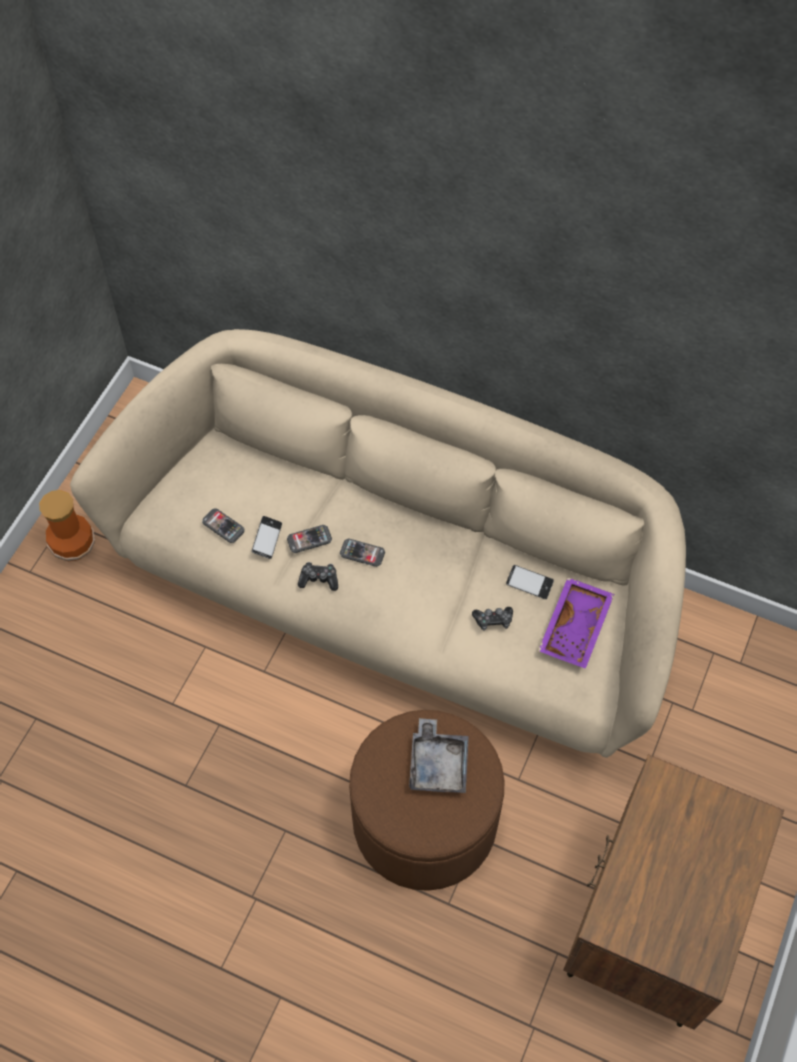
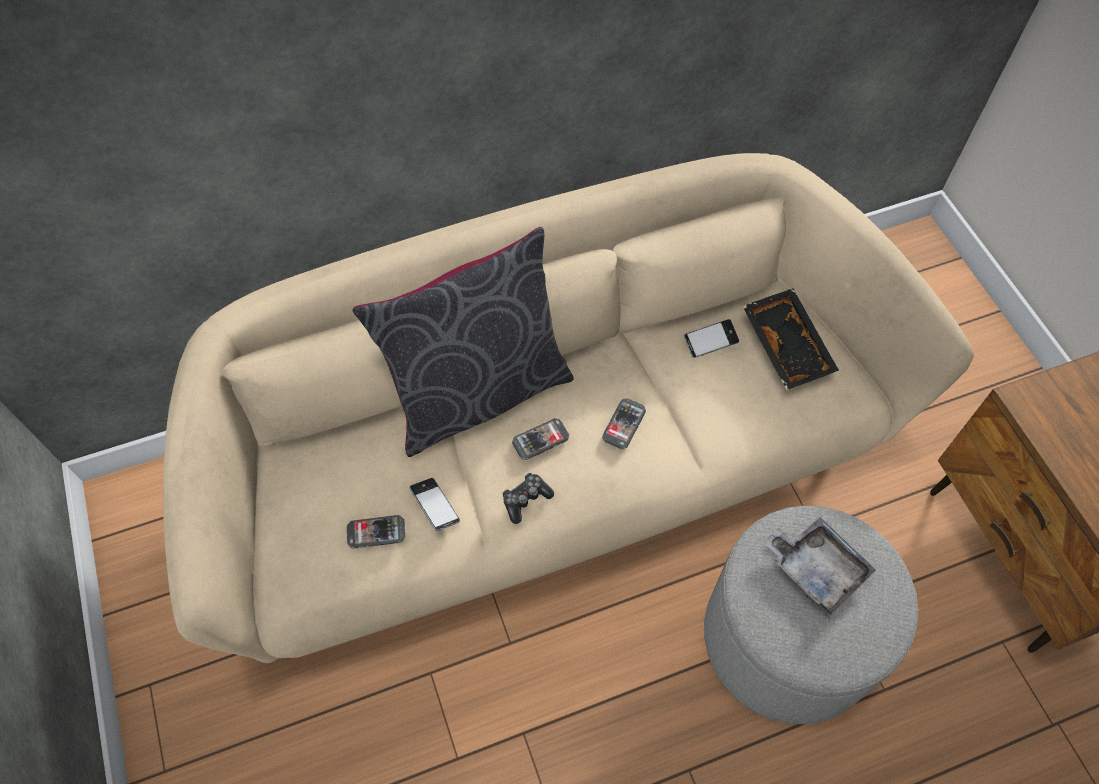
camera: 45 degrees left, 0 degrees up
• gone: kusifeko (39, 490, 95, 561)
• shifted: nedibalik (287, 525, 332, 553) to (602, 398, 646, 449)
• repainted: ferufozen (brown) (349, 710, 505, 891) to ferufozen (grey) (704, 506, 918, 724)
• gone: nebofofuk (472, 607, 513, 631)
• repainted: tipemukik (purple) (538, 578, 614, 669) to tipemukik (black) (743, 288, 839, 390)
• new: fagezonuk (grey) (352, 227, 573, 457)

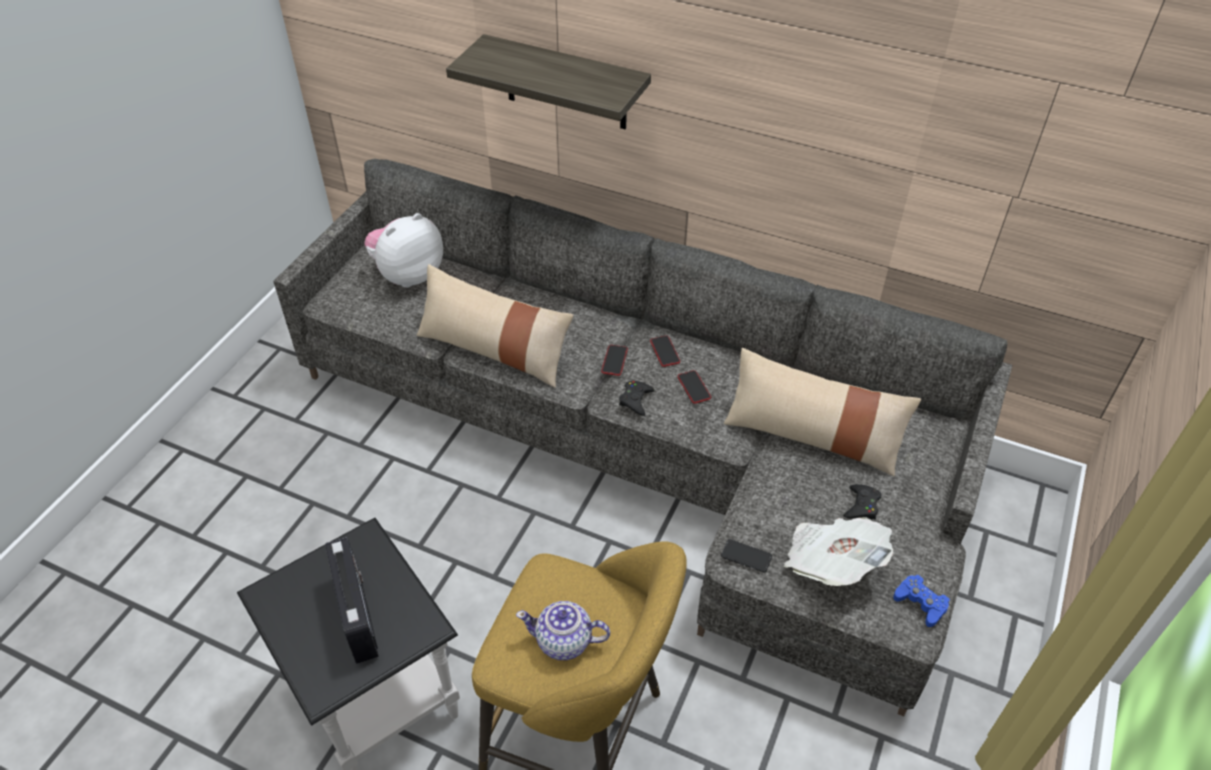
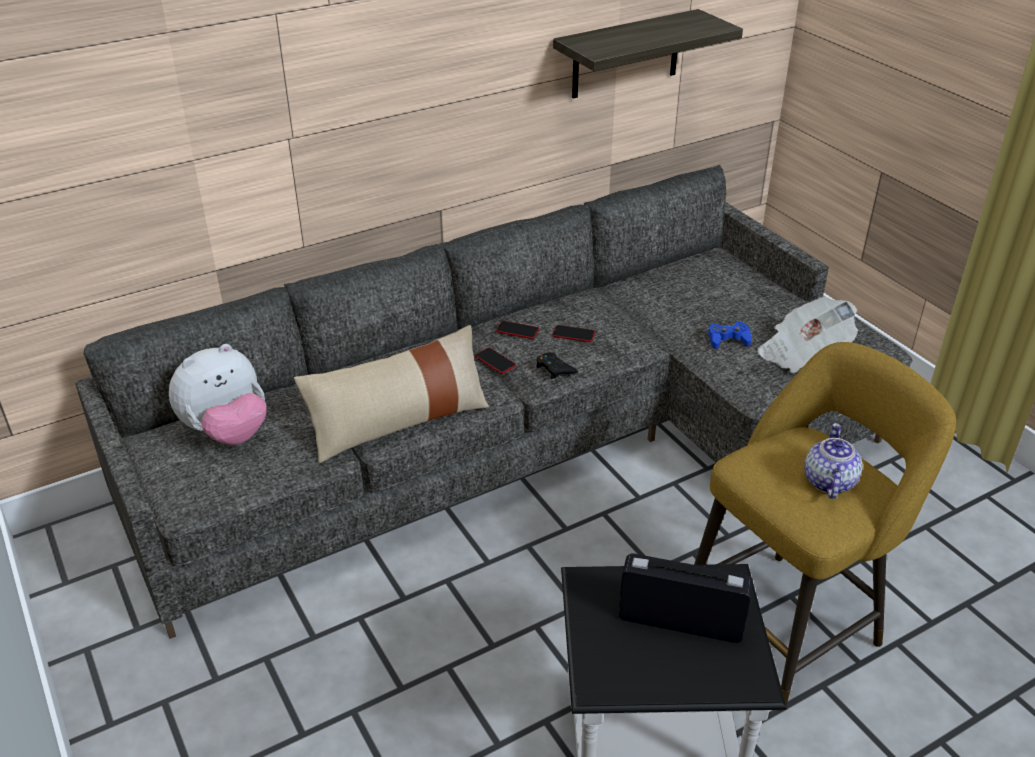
camera: 55 degrees left, 10 degrees down
• rotated: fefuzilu (364, 213, 443, 288) = (169, 344, 267, 445) 120 degrees counterclockwise
• shifted: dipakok (446, 34, 651, 129) to (553, 9, 743, 98)
• rotated: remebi (516, 601, 610, 660) = (804, 423, 863, 499) 150 degrees clockwise
• gone: nedibalik (721, 539, 772, 573)
• gone: fagezonuk (beige) (724, 348, 921, 476)
• gone: nebofofuk (black) (843, 484, 881, 519)
• shifted: nebofofuk (blue) (893, 575, 950, 627) to (708, 321, 752, 349)

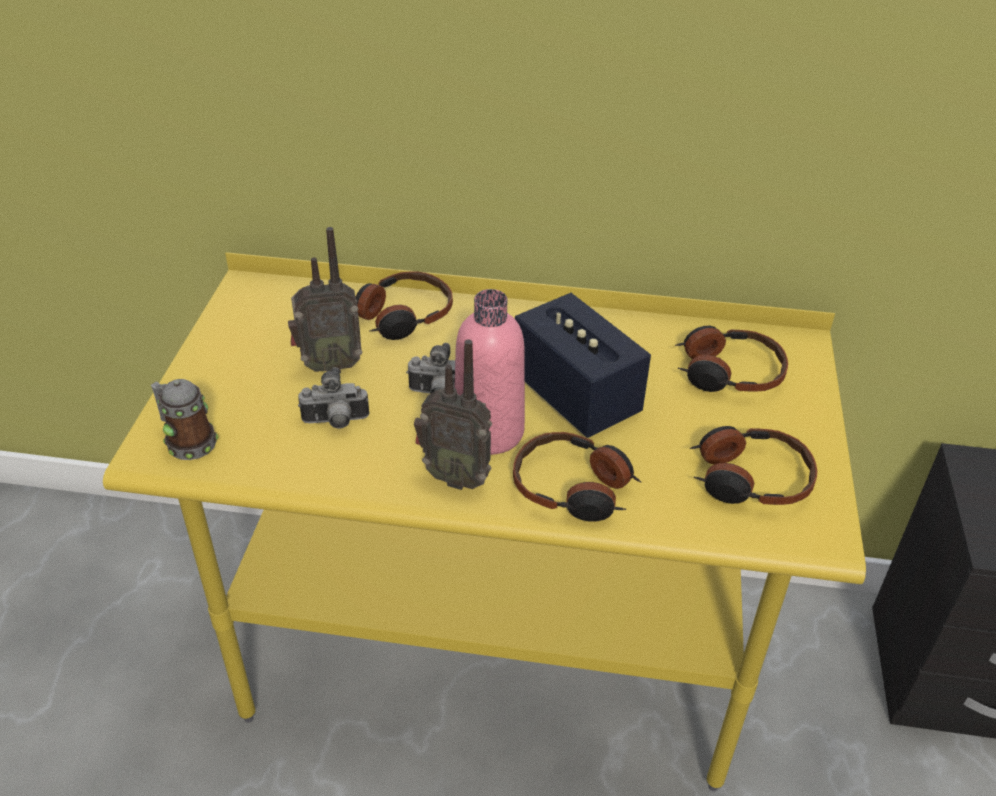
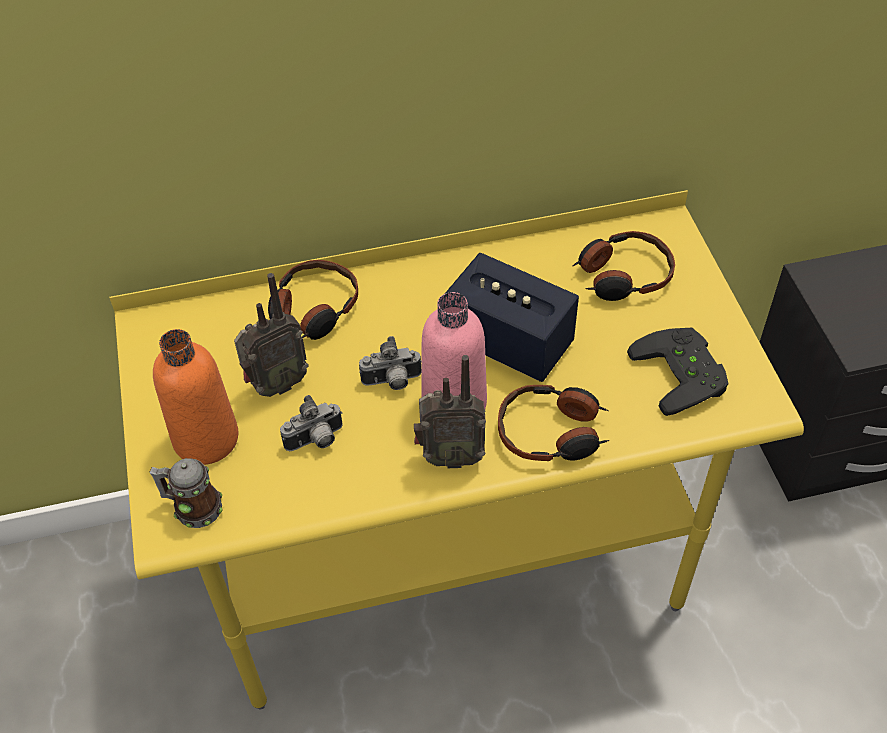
camera: 20 degrees left, 10 degrees up
• swapped: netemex (690, 426, 817, 505) to nebofofuk (black) (627, 328, 728, 416)
• new: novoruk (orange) (153, 329, 238, 465)

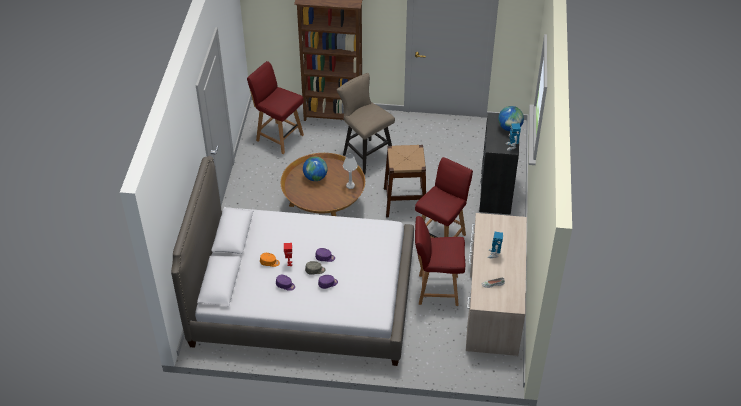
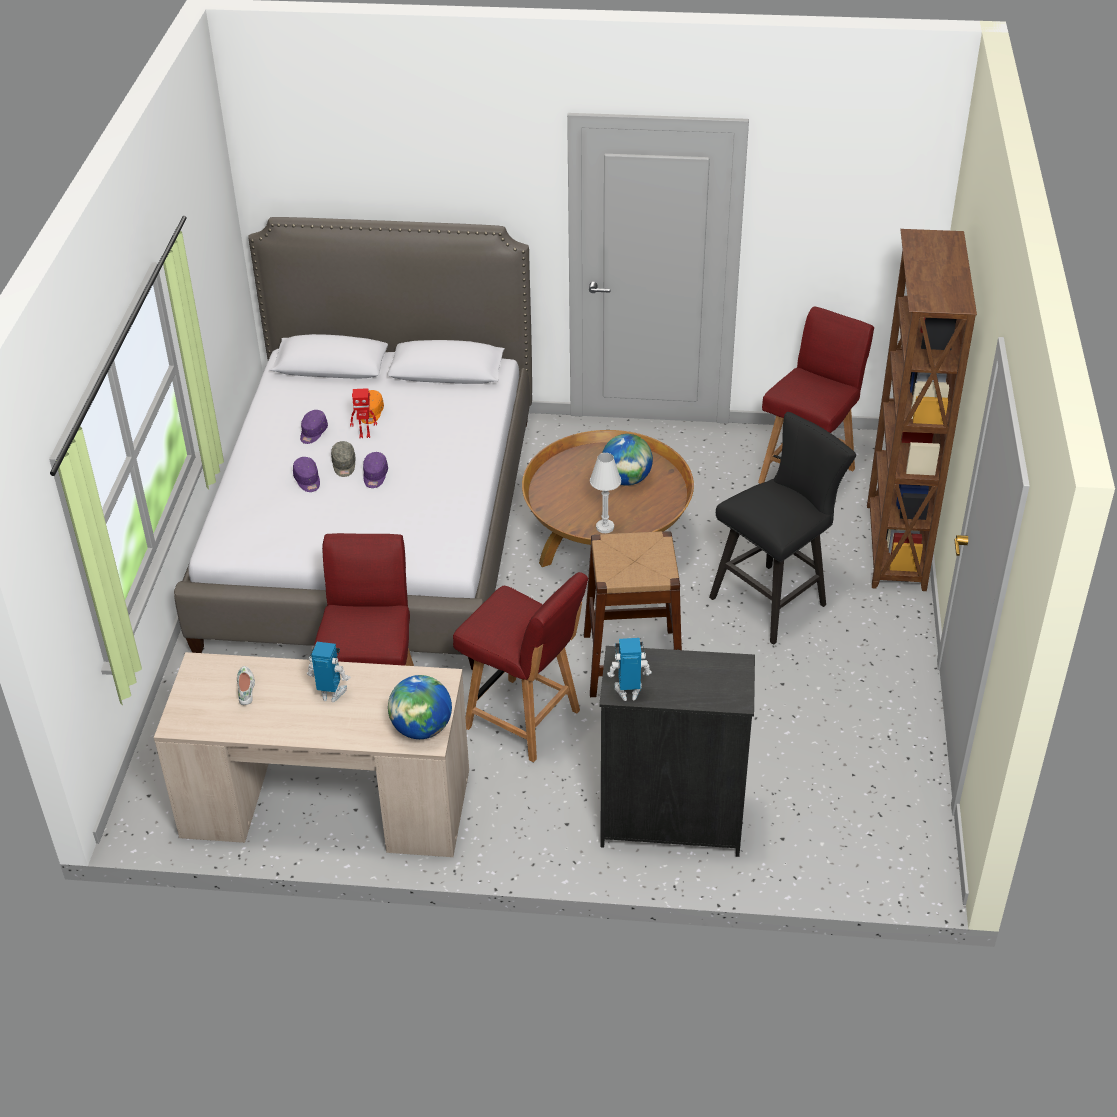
camera: 90 degrees right, 5 degrees down
• repainted: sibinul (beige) (337, 73, 395, 175) to sibinul (black) (709, 412, 856, 645)
• shifted: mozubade (498, 106, 524, 131) to (388, 675, 452, 739)

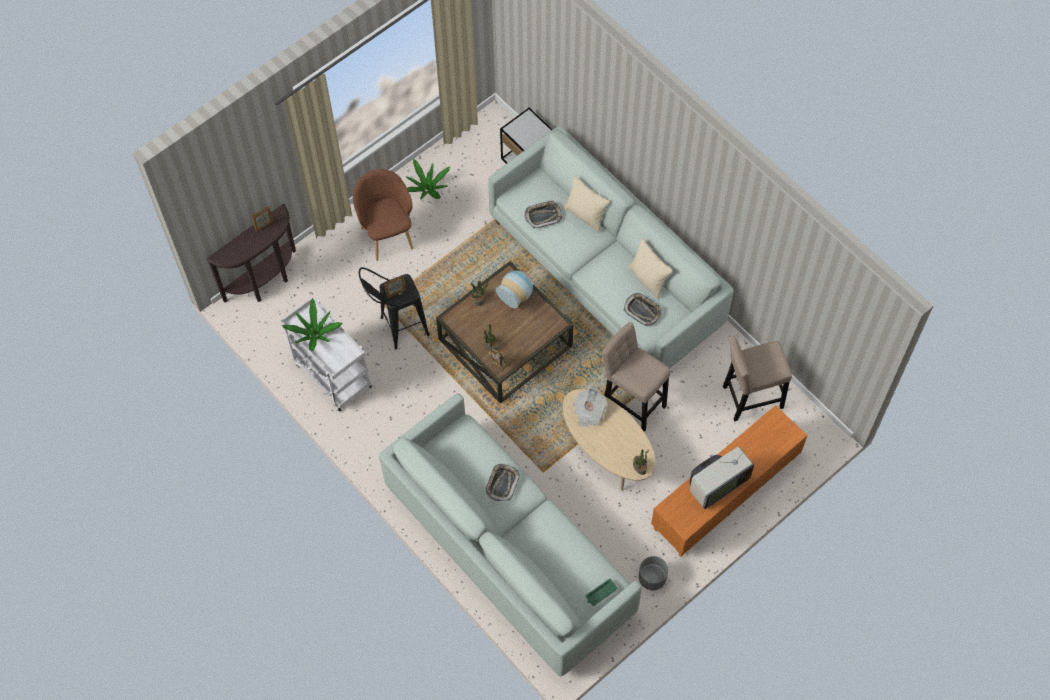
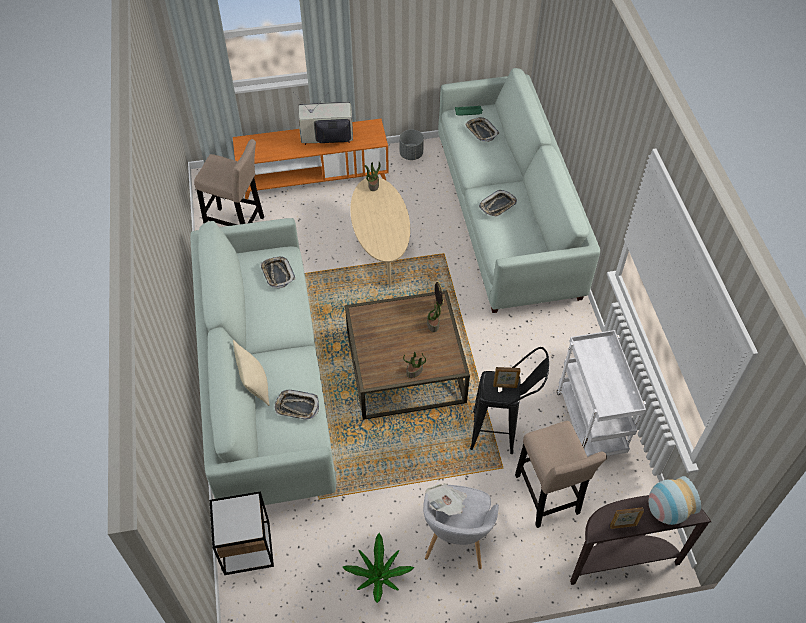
camera: 150 degrees left, 10 degrees down
• gone: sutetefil (282, 298, 342, 351)
• repainted: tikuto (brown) (353, 169, 413, 261) to tikuto (grey) (423, 485, 499, 569)
• shifted: kusifeko (496, 271, 533, 308) to (648, 476, 701, 525)
• shifted: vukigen (573, 388, 607, 427) to (425, 483, 467, 515)
• shifted: sibinul (beige) (601, 322, 670, 432) to (515, 421, 607, 528)
• gone: fagezonuk (beige) (628, 239, 673, 299)
• new: tipemukik (465, 117, 499, 142)

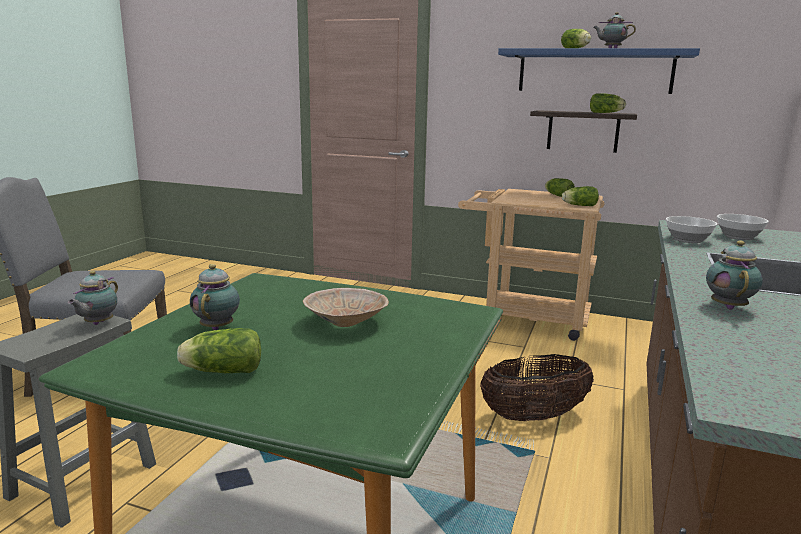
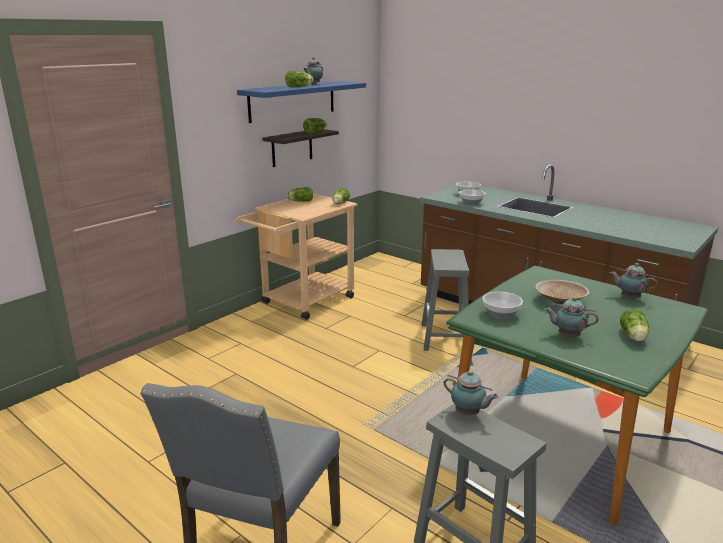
camera: 70 degrees left, 5 degrees up
• swapped: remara (480, 354, 594, 422) to sibinul (grey) (422, 249, 469, 351)
• shifted: remebi (706, 240, 763, 310) to (610, 263, 658, 299)
• new: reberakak (483, 292, 523, 319)

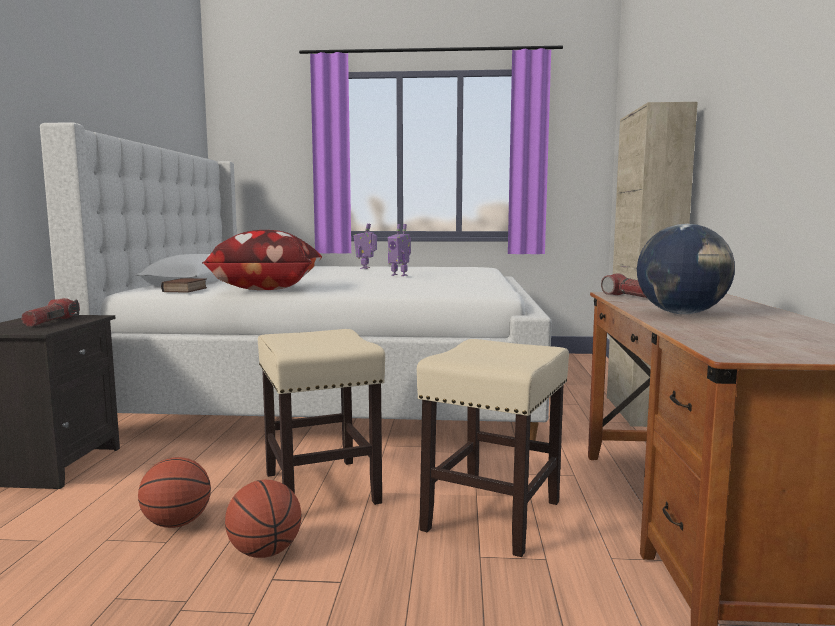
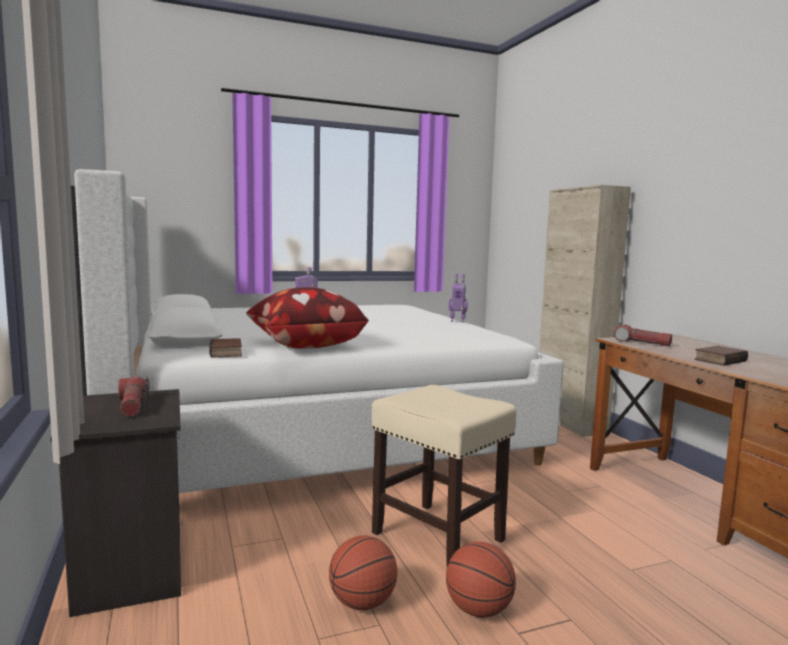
camera: 25 degrees left, 0 degrees up
• shifted: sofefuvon (388, 224, 411, 276) to (449, 274, 468, 323)
• gone: sibinul (beige) (417, 339, 569, 557)
• swapped: mozubade (637, 224, 735, 314) to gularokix (695, 346, 748, 366)

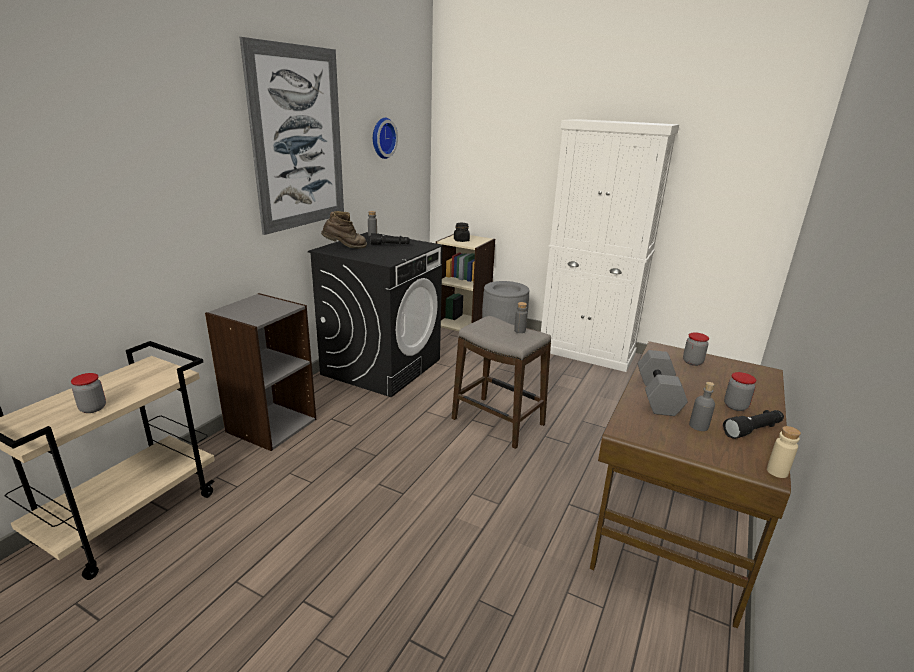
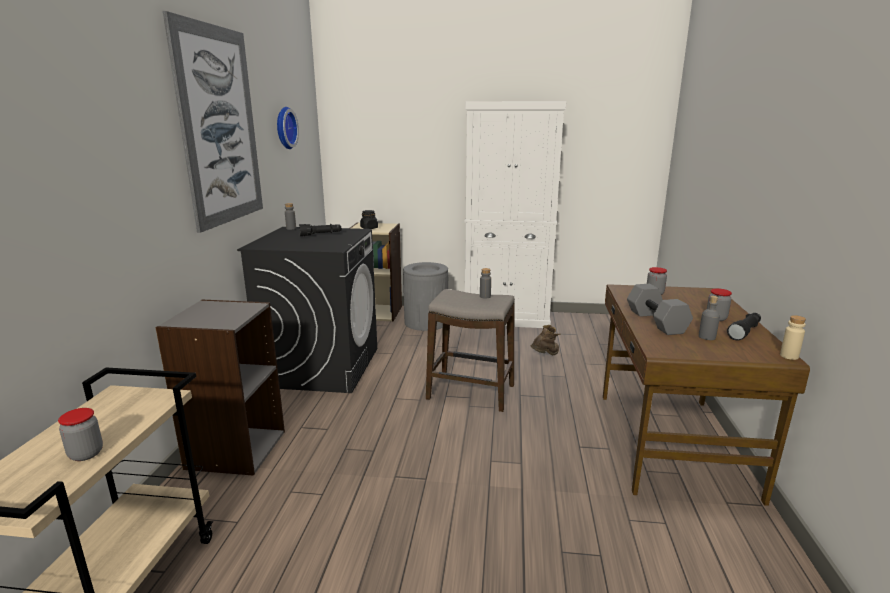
camera: 20 degrees left, 5 degrees down
• shifted: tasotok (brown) (321, 211, 367, 249) to (530, 325, 560, 356)

